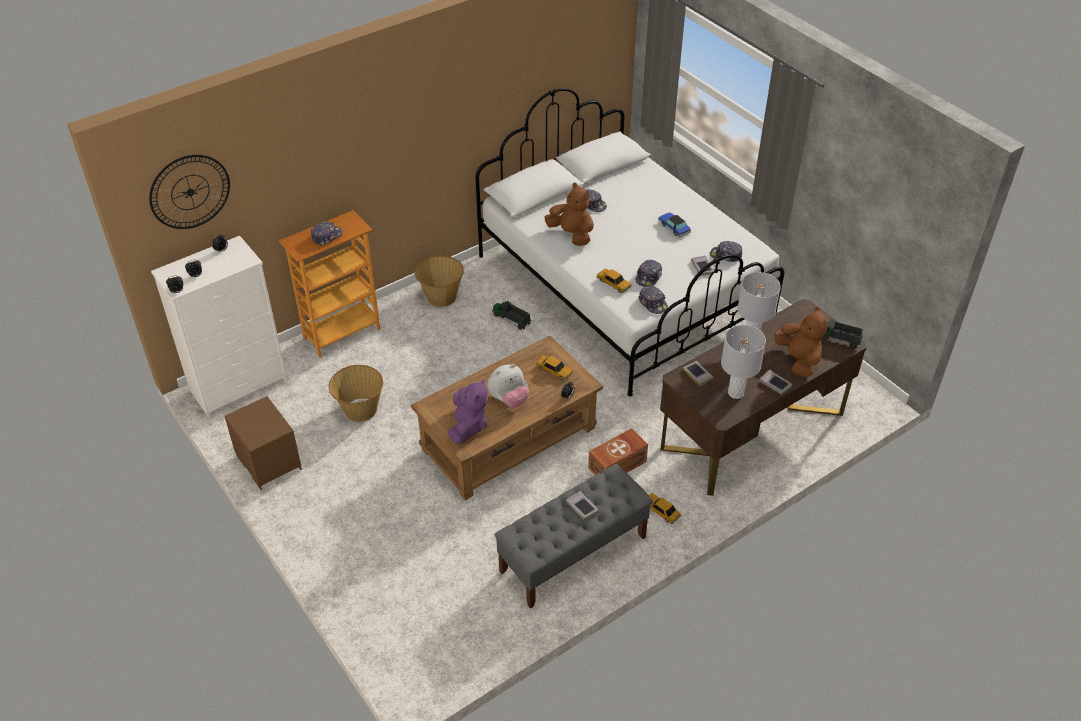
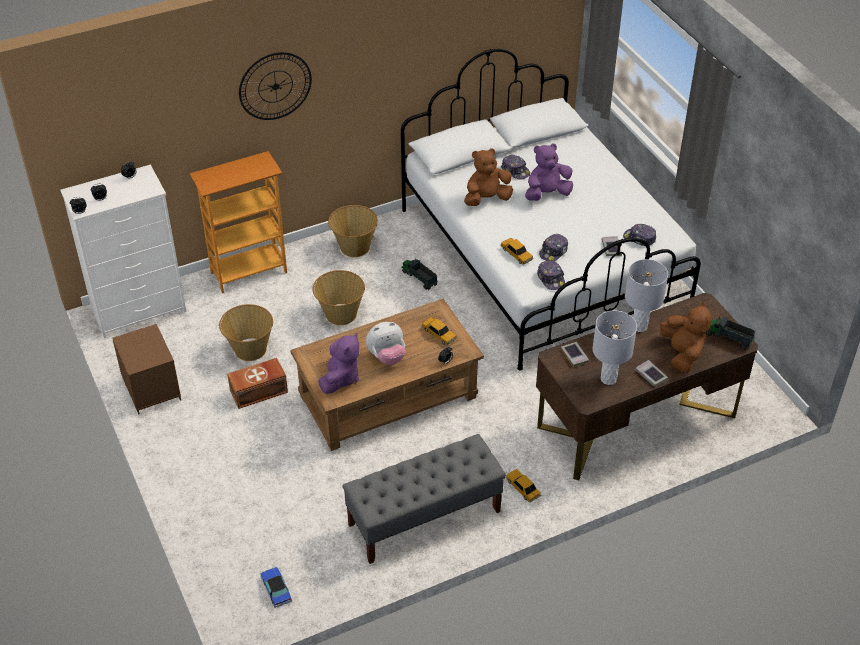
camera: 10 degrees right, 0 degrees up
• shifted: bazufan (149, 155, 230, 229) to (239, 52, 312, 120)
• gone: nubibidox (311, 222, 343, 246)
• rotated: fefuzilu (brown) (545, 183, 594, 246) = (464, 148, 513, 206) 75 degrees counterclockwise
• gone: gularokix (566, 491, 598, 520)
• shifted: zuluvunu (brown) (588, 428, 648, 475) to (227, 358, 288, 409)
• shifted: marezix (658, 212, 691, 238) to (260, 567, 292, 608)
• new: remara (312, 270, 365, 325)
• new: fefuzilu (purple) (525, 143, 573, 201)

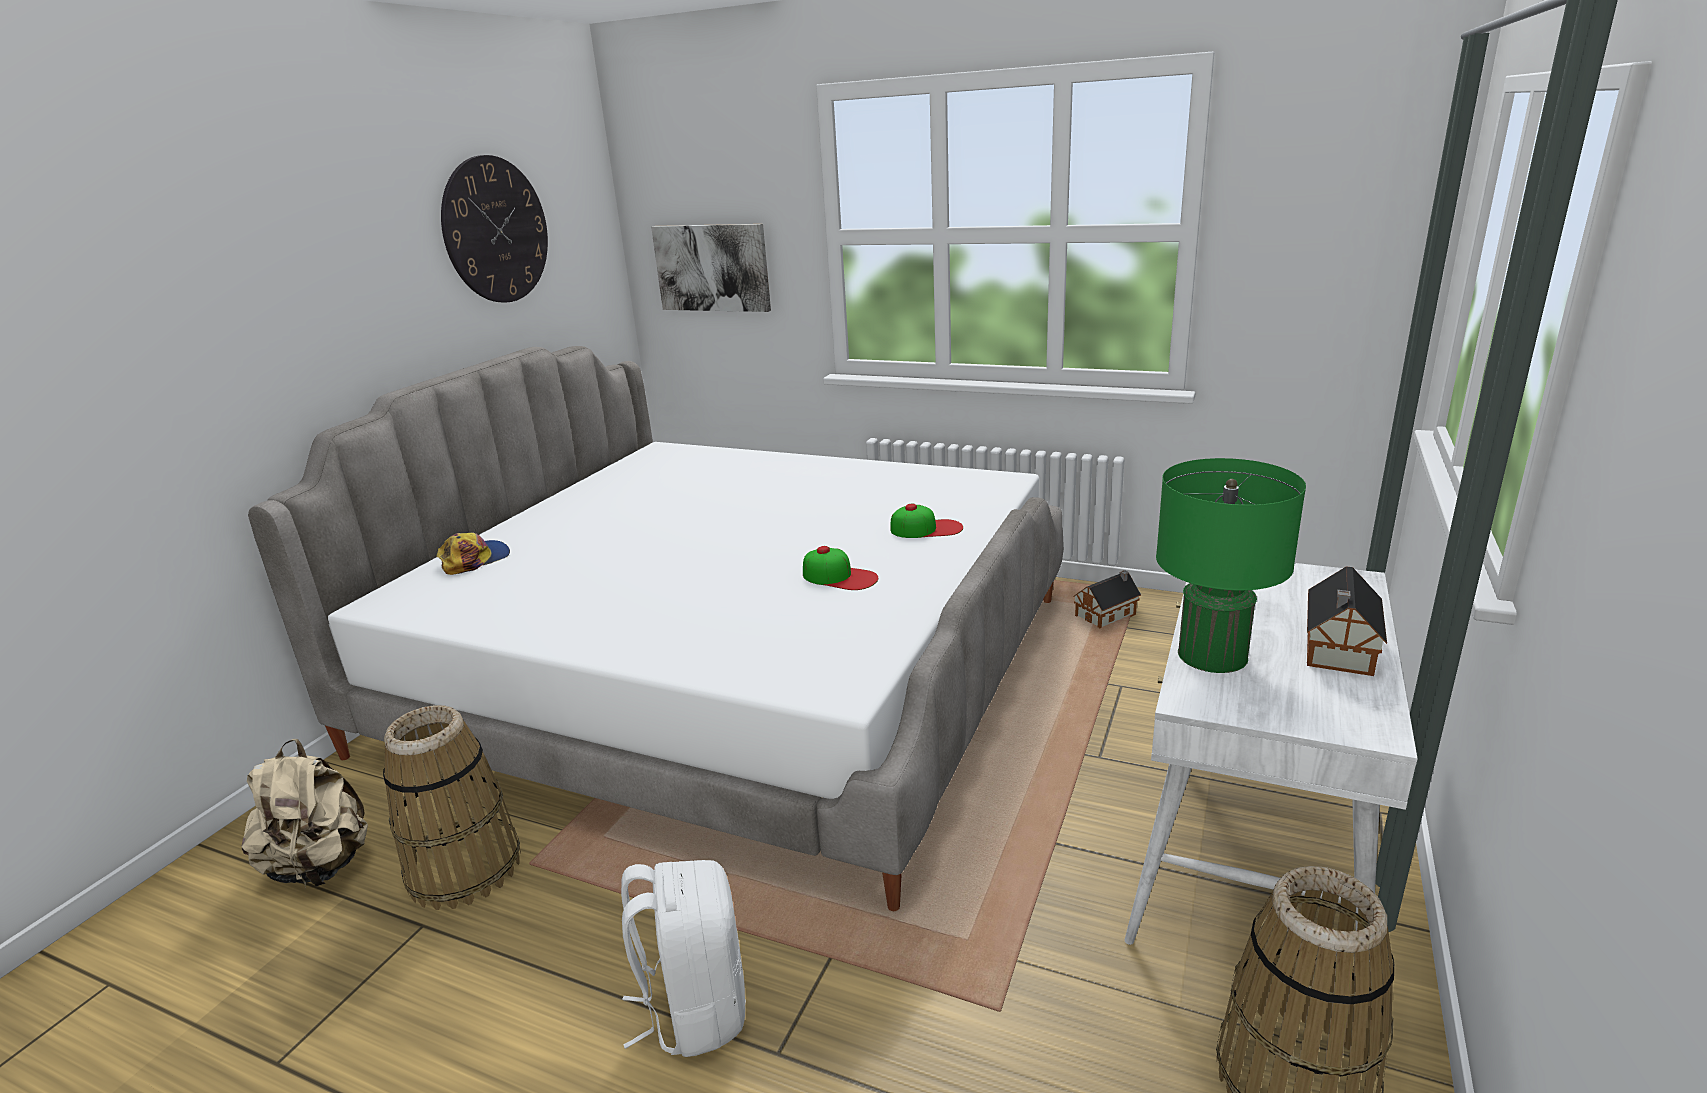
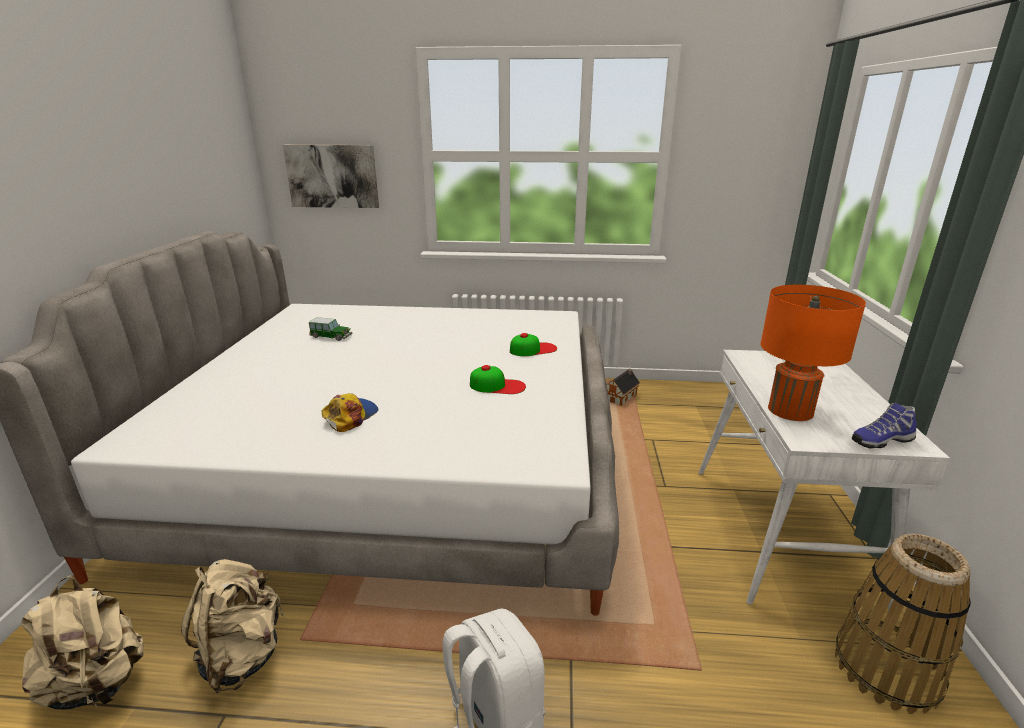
camera: 20 degrees left, 0 degrees up
• swapped: remara (383, 706, 521, 910) to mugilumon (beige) (181, 559, 285, 693)
• shifted: nubibidox (437, 532, 510, 575) to (321, 393, 378, 432)
• gone: bazufan (441, 155, 548, 302)
• repainted: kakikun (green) (1156, 458, 1306, 673) to kakikun (orange) (760, 285, 866, 421)
• gone: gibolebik (1307, 566, 1387, 676)
• new: marezix (309, 317, 353, 341)
• new: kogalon (852, 403, 917, 449)

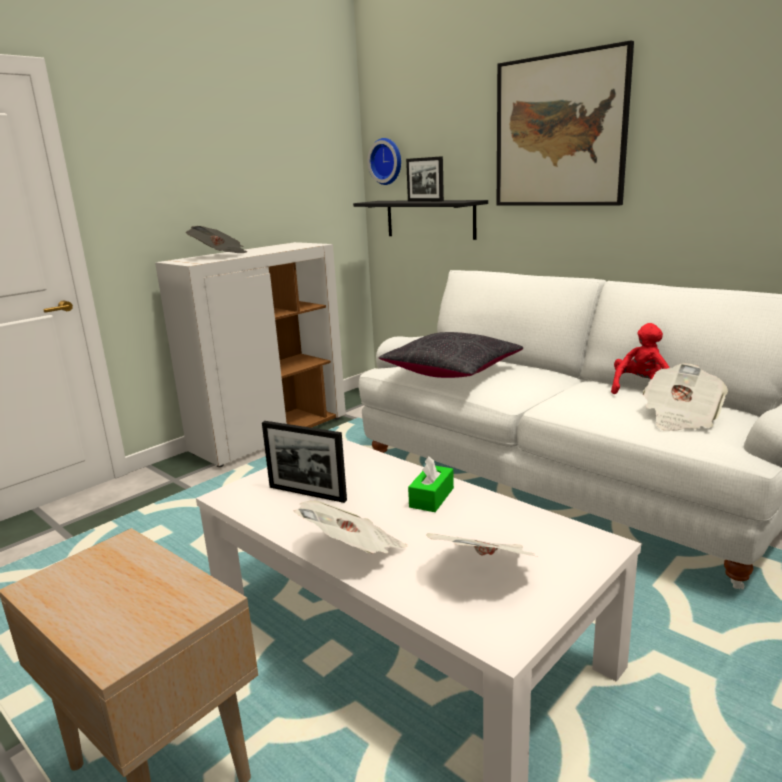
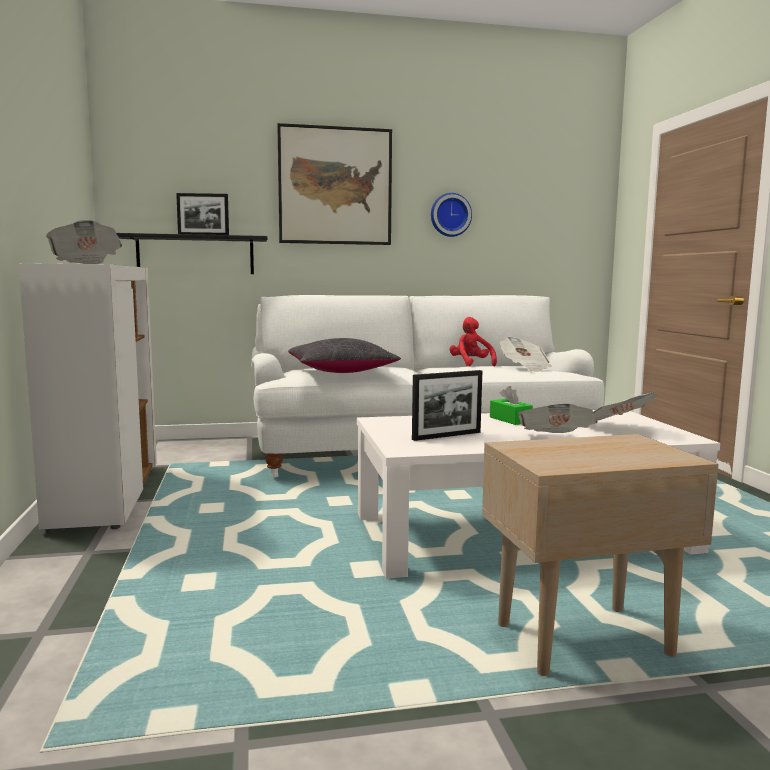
camera: 55 degrees left, 10 degrees down
• shifted: bazufan (367, 138, 401, 185) to (431, 193, 472, 237)

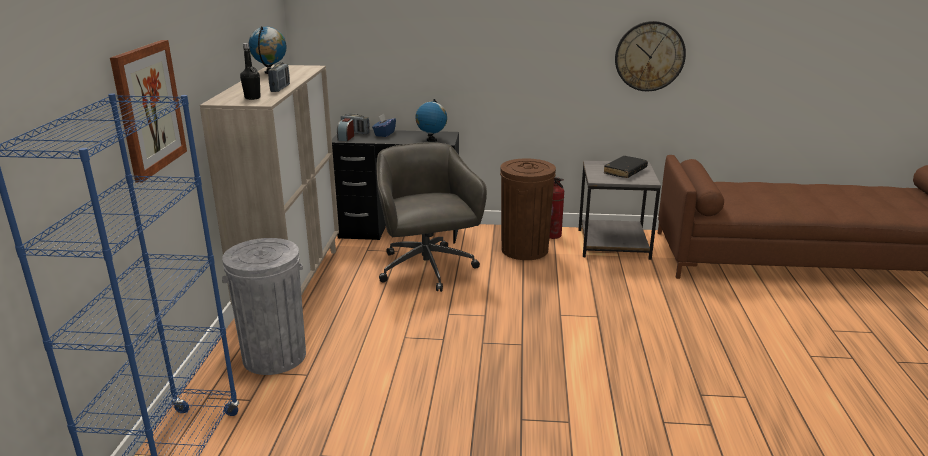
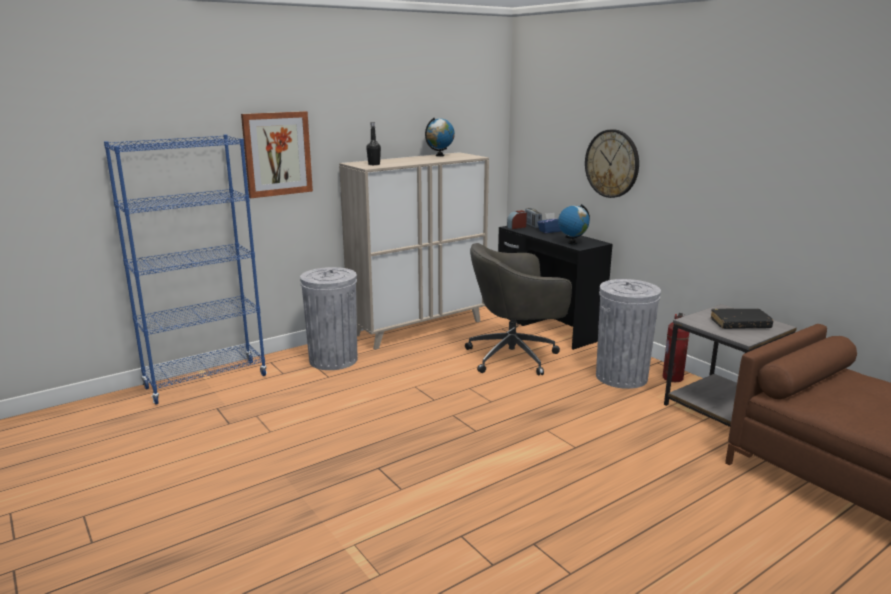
camera: 50 degrees right, 5 degrees down
• gone: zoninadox (268, 62, 290, 92)
• rotated: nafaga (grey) (377, 142, 487, 292) = (465, 243, 572, 376) 135 degrees counterclockwise
• repainted: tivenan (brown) (500, 158, 556, 260) to tivenan (grey) (596, 279, 661, 389)
• shifted: bazufan (615, 21, 686, 91) to (585, 129, 639, 198)

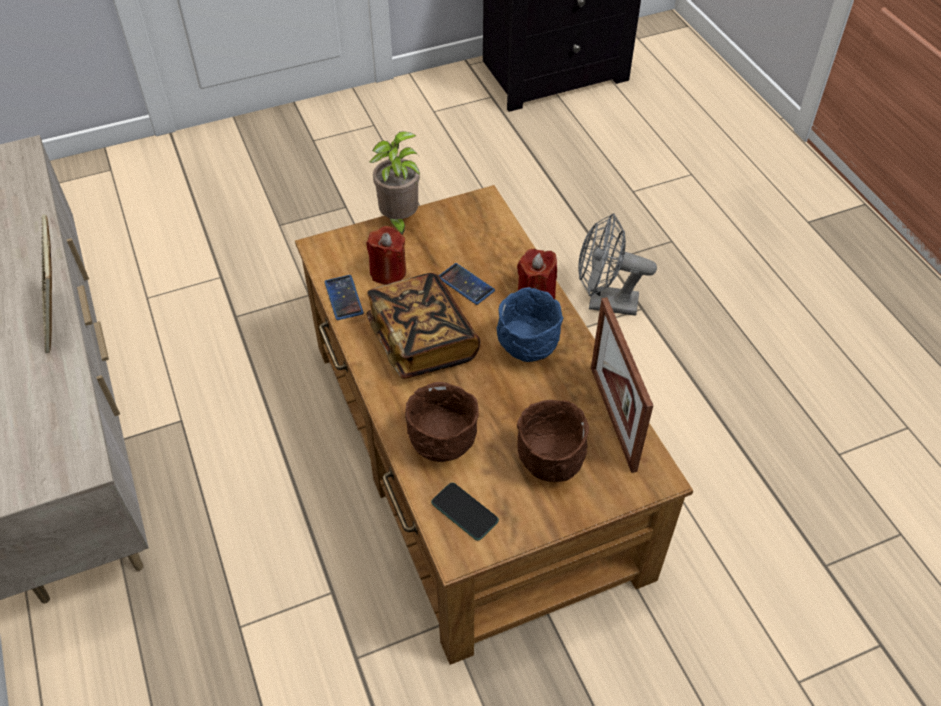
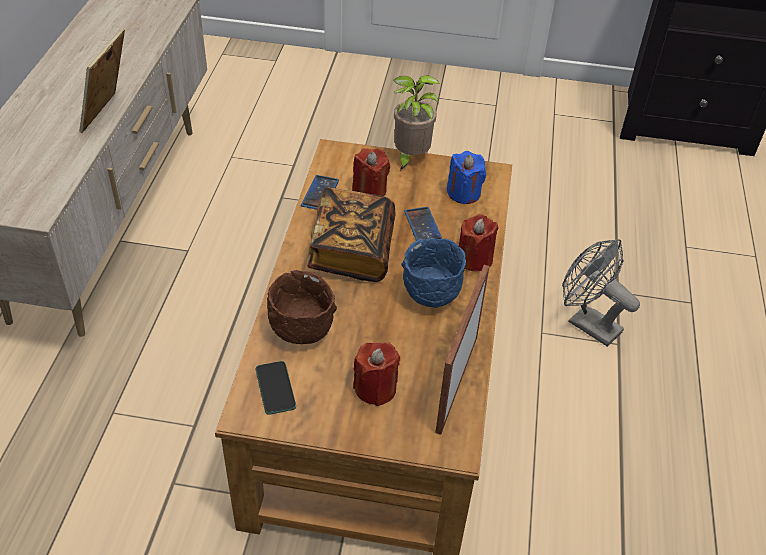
camera: 30 degrees right, 5 degrees down
• swapped: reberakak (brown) (517, 400, 589, 482) to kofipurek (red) (353, 342, 400, 406)
• new: kofipurek (blue) (447, 151, 486, 204)

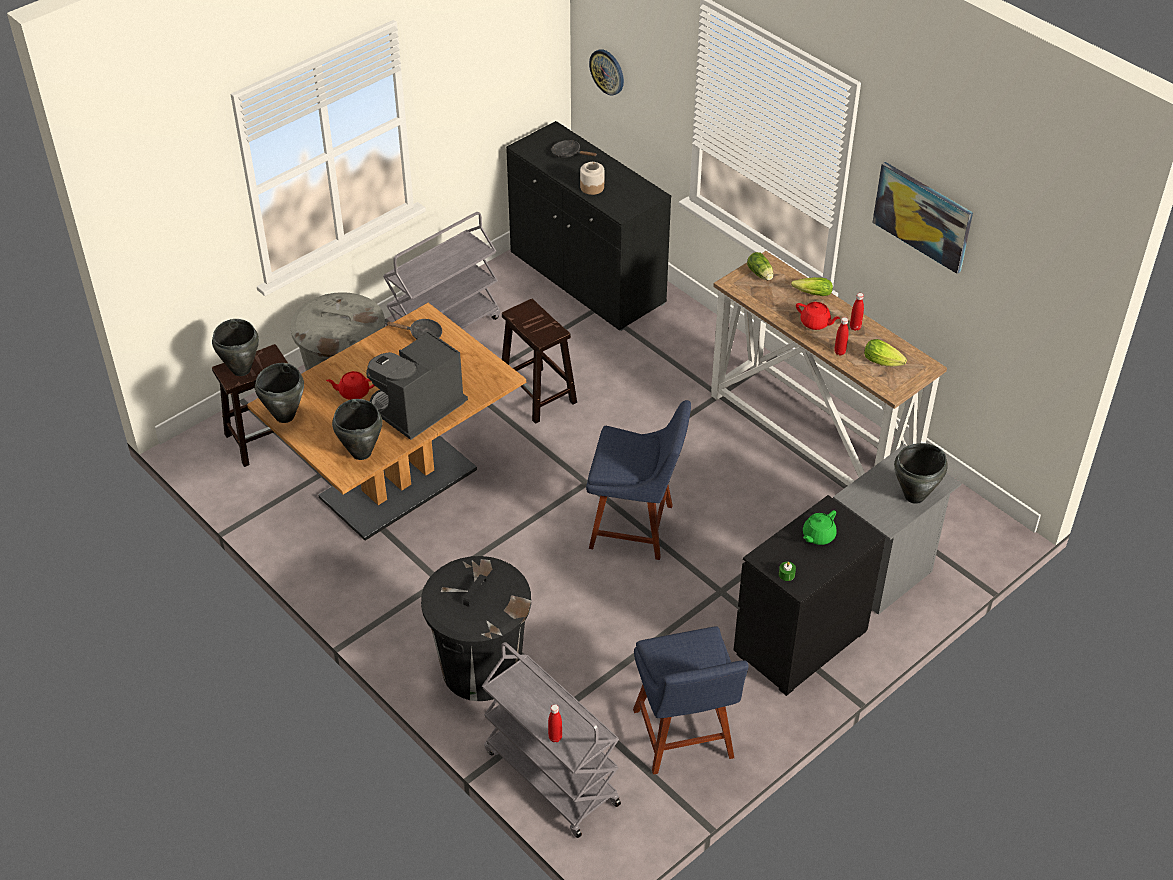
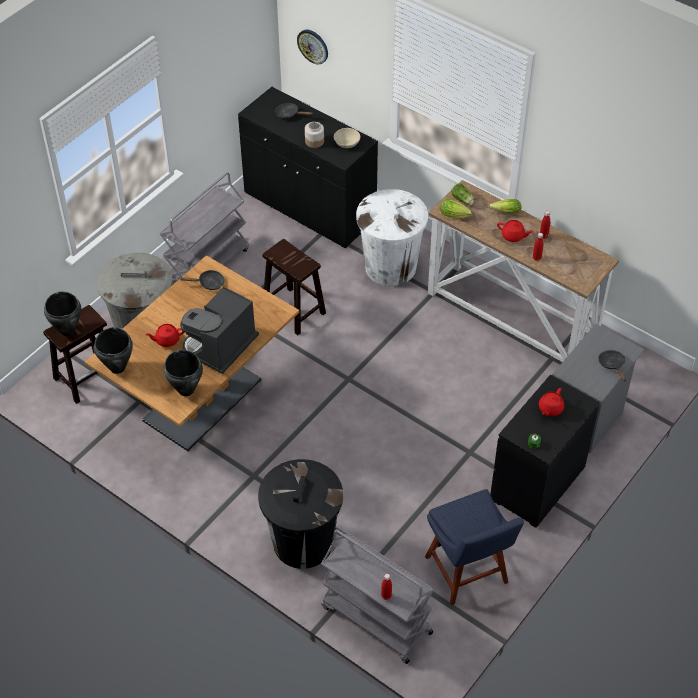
camera: 10 degrees left, 5 degrees up
• gone: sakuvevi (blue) (586, 400, 691, 560)
• repainted: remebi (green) (803, 510, 837, 545) to remebi (red) (539, 388, 564, 416)
• shifted: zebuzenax (864, 339, 907, 366) to (440, 199, 472, 218)
• gone: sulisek (872, 162, 973, 274)
• swapped: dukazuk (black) (894, 443, 948, 504) to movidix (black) (598, 350, 627, 382)
• new: reberakak (beige) (334, 128, 361, 148)
• new: tivenan (white) (356, 189, 428, 286)

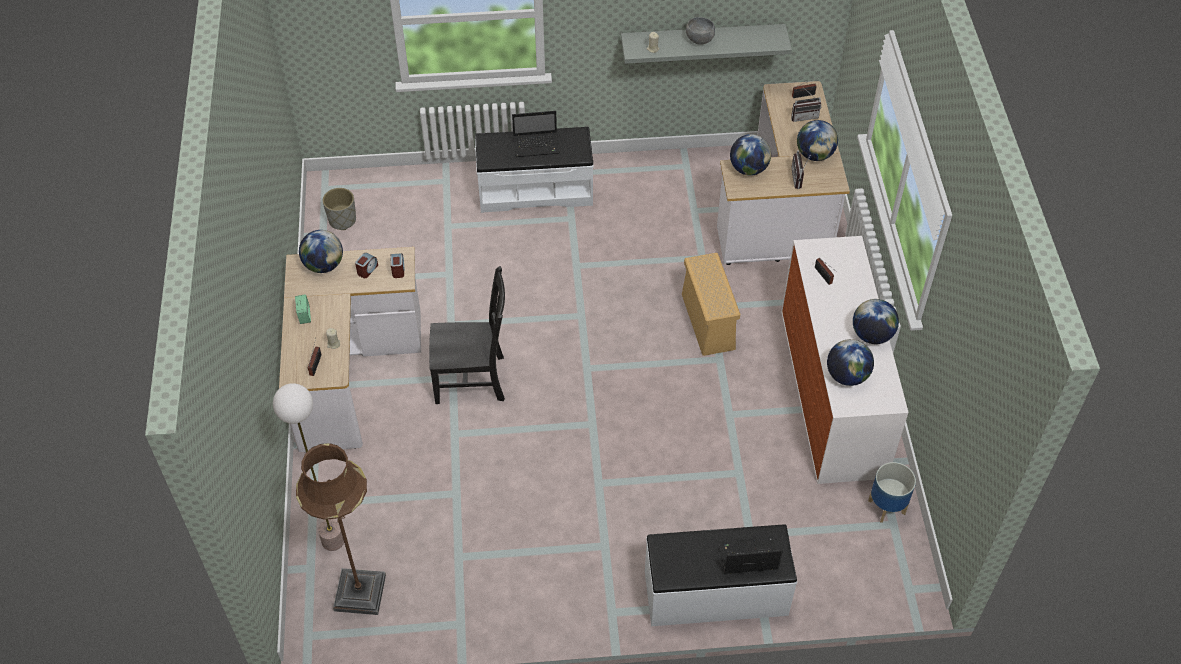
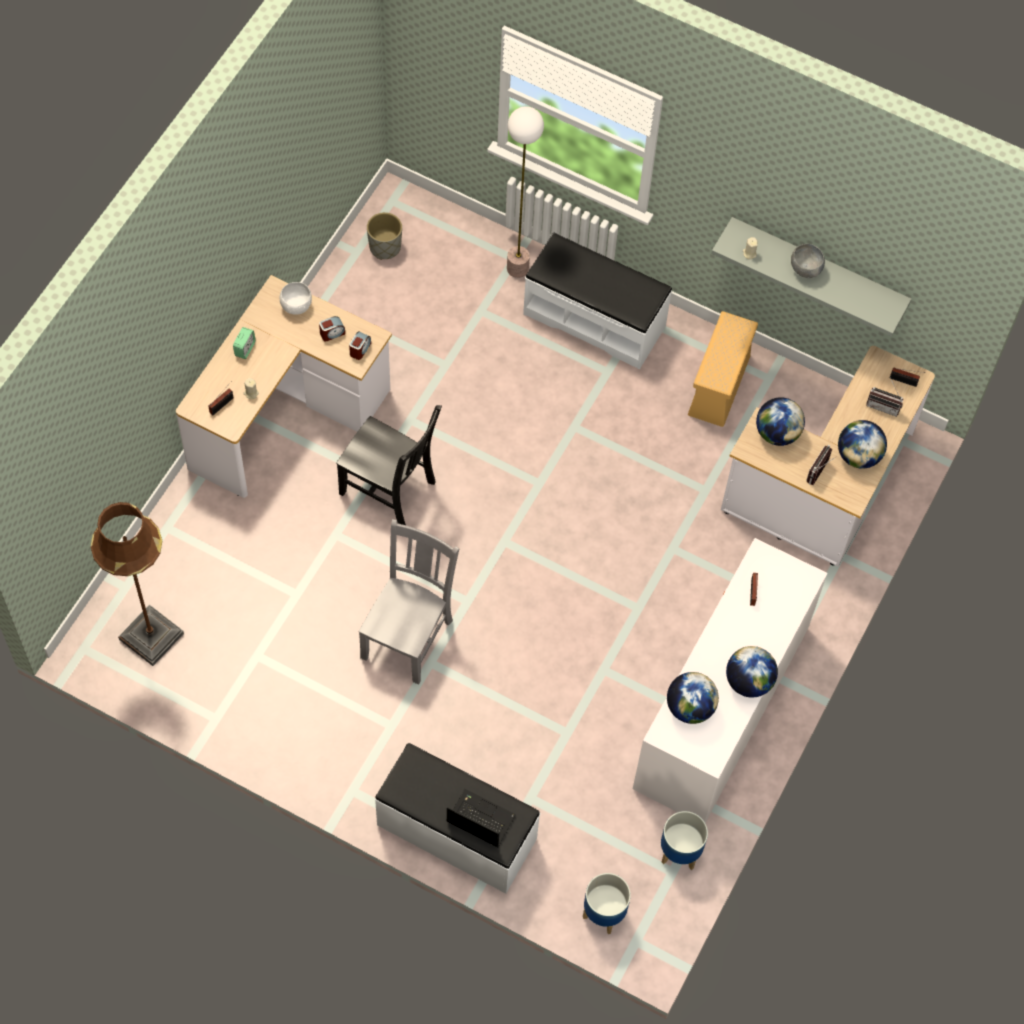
camera: 30 degrees right, 10 degrees up
• shifted: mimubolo (273, 383, 344, 551) to (507, 106, 544, 278)
• swapped: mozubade (299, 230, 343, 273) to reberakak (white) (280, 282, 312, 315)
• gone: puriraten (512, 111, 560, 157)
• shifted: zuluvunu (beige) (682, 253, 740, 356) to (688, 311, 758, 427)
• new: sakuvevi (grey) (359, 519, 459, 685)
• new: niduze (583, 873, 631, 934)

